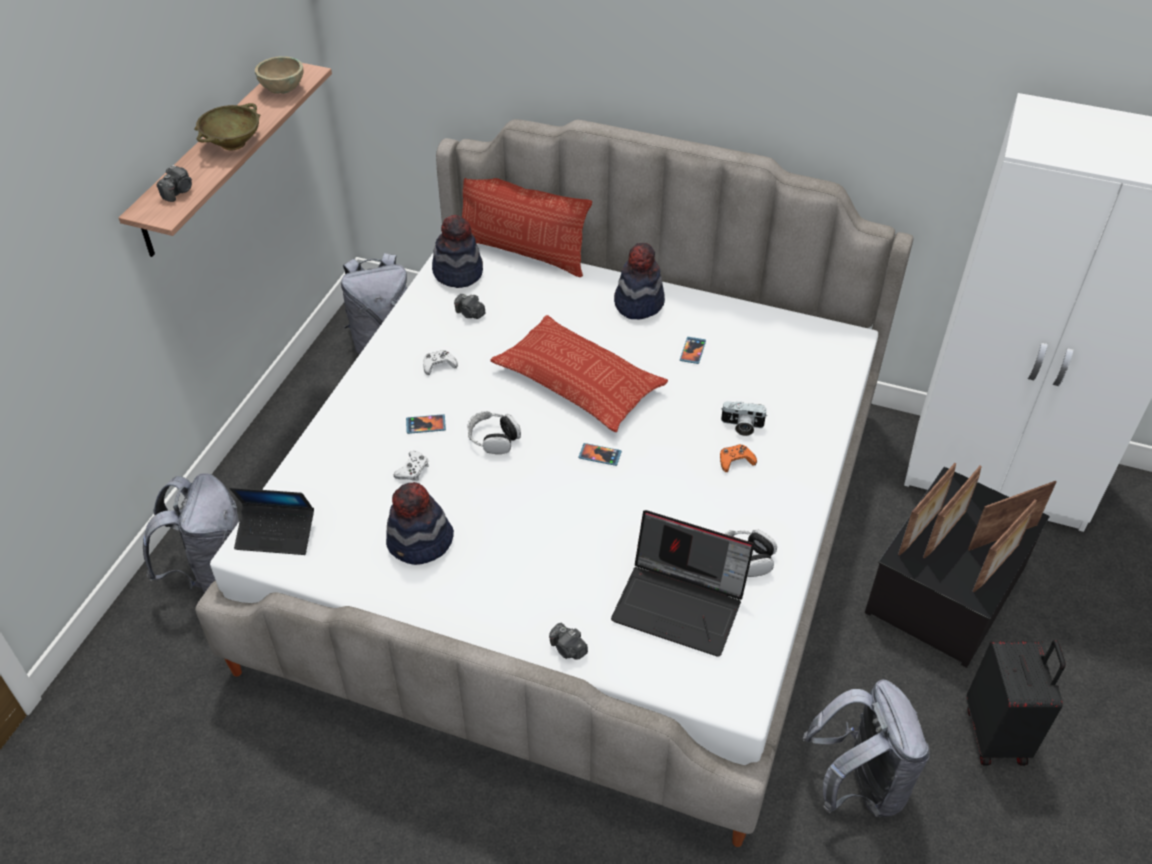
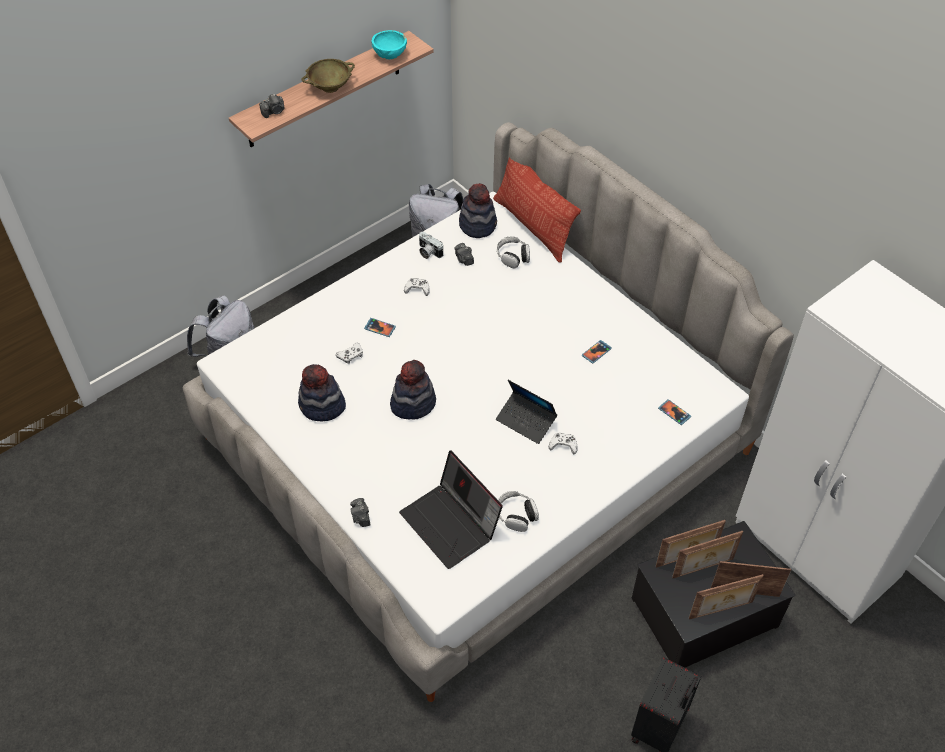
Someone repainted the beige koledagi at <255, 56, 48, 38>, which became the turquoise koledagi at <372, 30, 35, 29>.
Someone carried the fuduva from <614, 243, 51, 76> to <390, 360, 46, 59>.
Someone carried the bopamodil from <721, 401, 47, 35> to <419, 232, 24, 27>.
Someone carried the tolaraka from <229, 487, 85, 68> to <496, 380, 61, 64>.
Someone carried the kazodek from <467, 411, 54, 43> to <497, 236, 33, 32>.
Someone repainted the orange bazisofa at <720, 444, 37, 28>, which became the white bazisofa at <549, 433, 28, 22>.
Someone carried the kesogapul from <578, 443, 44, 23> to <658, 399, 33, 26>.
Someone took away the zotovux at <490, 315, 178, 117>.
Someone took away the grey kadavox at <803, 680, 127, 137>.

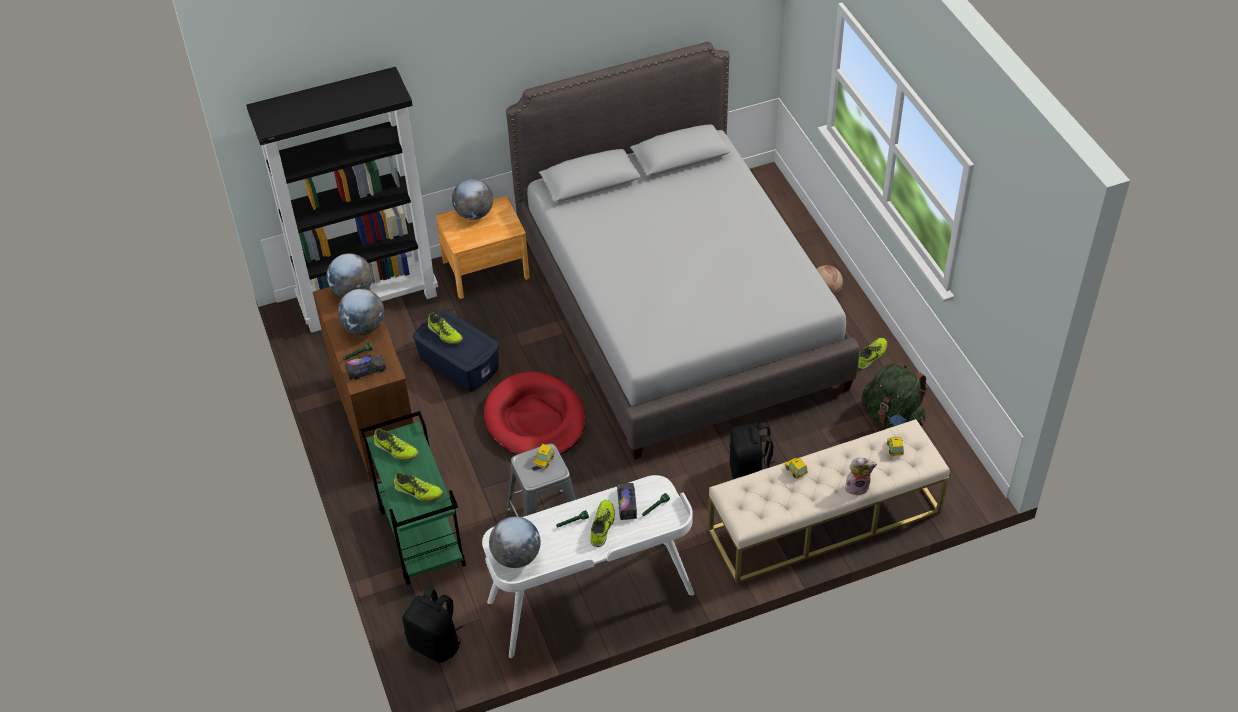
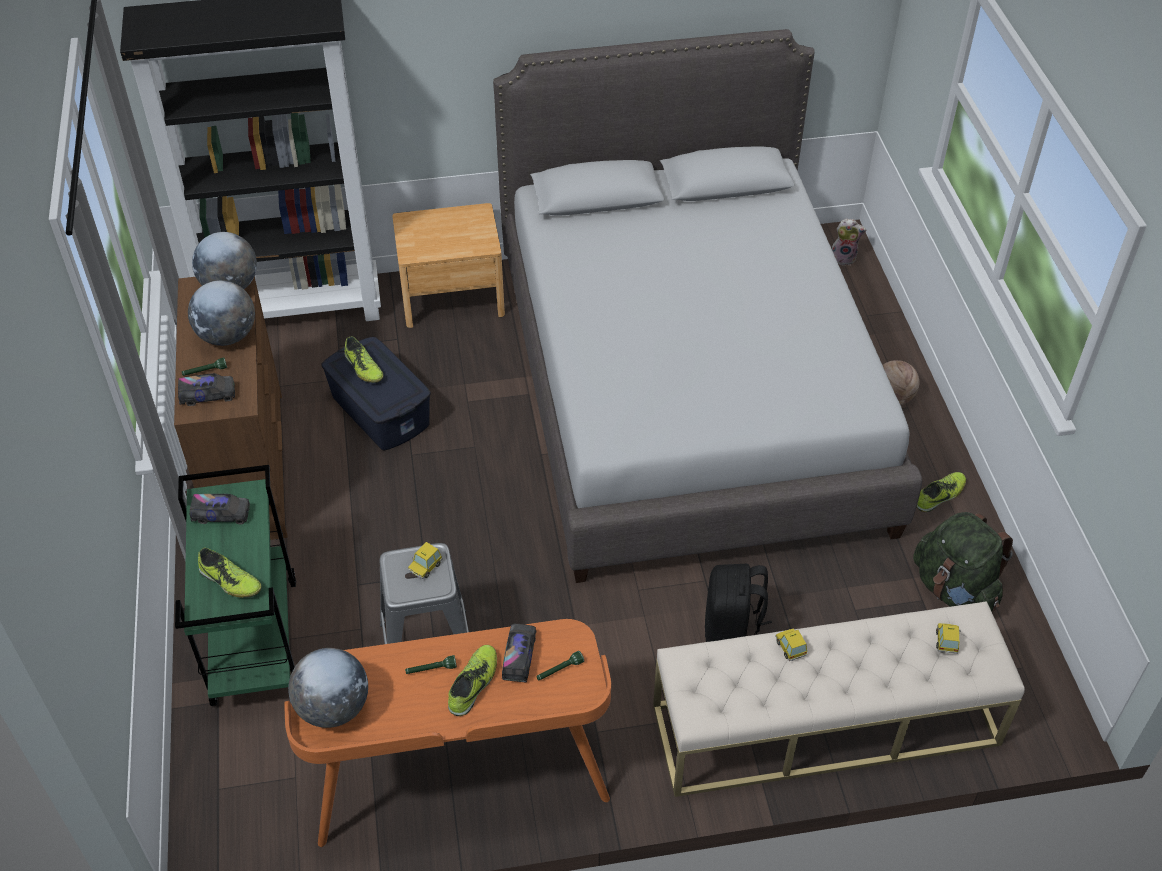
Someone swapped the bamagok at <374, 428, 45, 32> for the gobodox at <190, 494, 60, 30>.
Someone repainted the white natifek at <482, 475, 212, 183>, which became the orange natifek at <284, 619, 327, 228>.
Someone carried the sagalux from <845, 457, 32, 38> to <832, 219, 34, 46>.
Someone took away the black kadavox at <402, 586, 61, 77>.
Someone took away the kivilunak at <452, 179, 41, 41>.
Someone took away the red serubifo at <484, 371, 101, 84>.

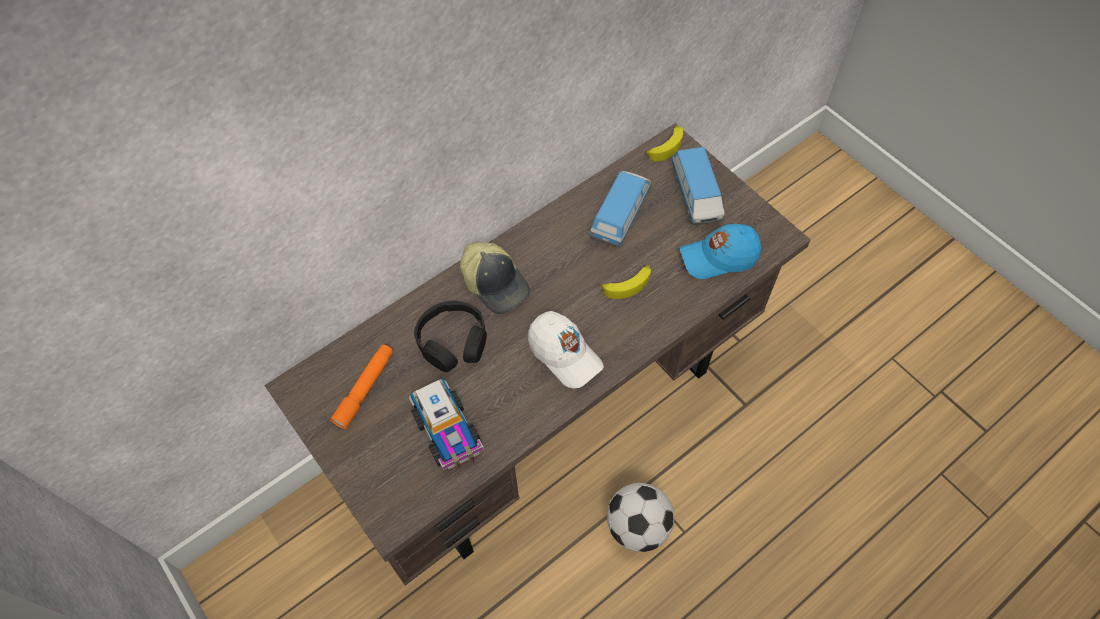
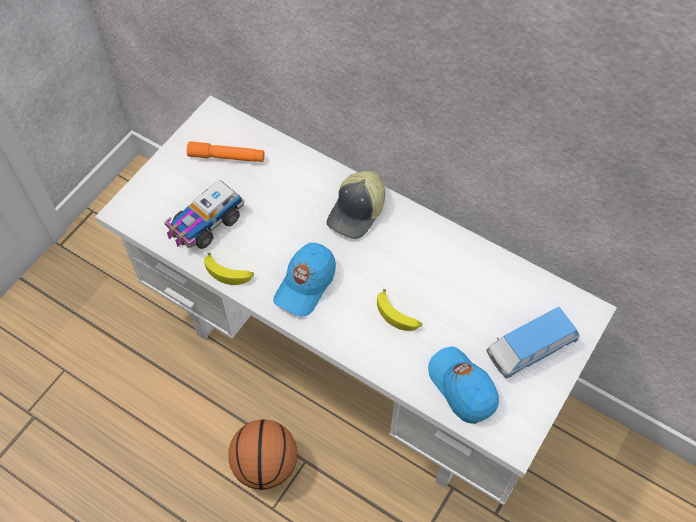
Someone repainted the brown natifek at <264, 123, 547, 463>, which became the white natifek at <95, 95, 522, 410>.
Someone carried the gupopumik from <644, 125, 39, 37> to <204, 253, 50, 32>.
Someone swapped the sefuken at <607, 483, 67, 69> for the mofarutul at <228, 419, 70, 71>.
Someone repainted the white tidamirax at <528, 311, 76, 78>, which became the blue tidamirax at <273, 243, 63, 73>.
Someone took away the black kazodek at <414, 301, 73, 71>.
Someone took away the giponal at <590, 171, 62, 77>.

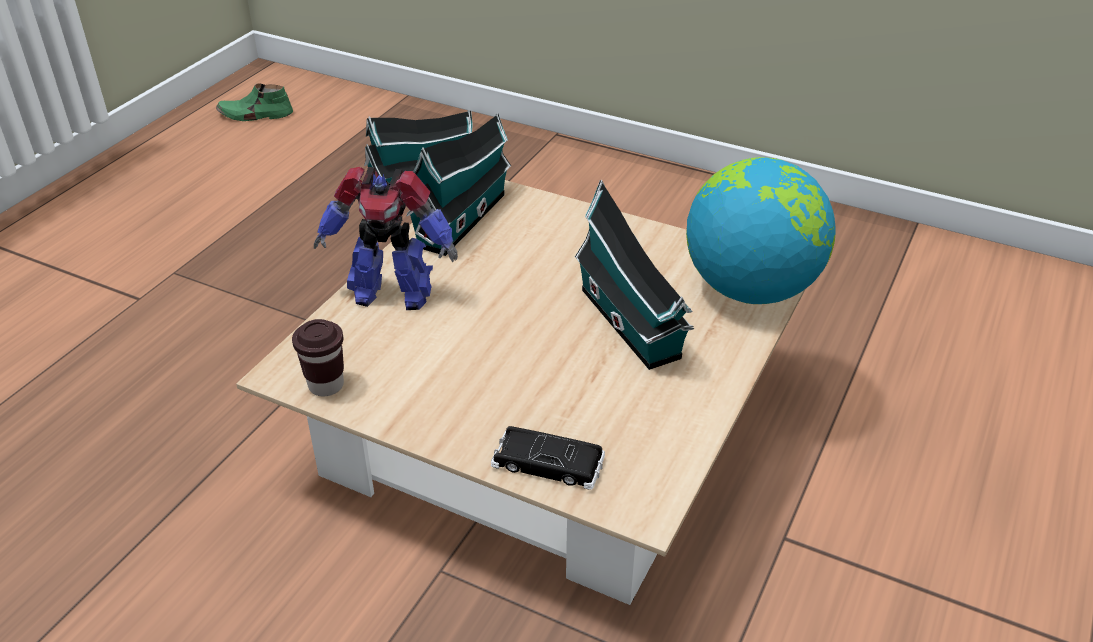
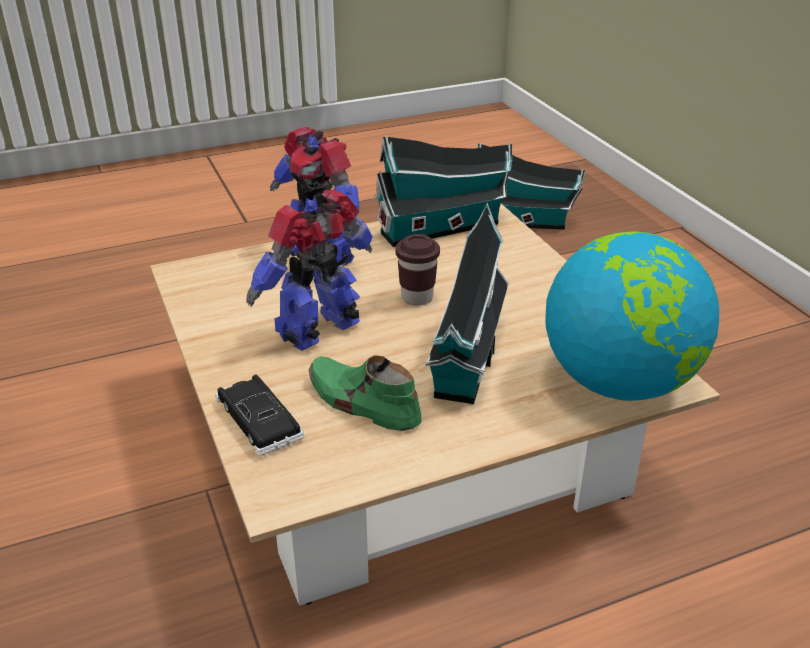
Someone put down the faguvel at <246, 190, 127, 161>.
Someone carried the green bamagok from <216, 83, 77, 38> to <308, 355, 114, 76>.
Someone carried the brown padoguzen from <292, 319, 52, 77> to <395, 234, 45, 72>.

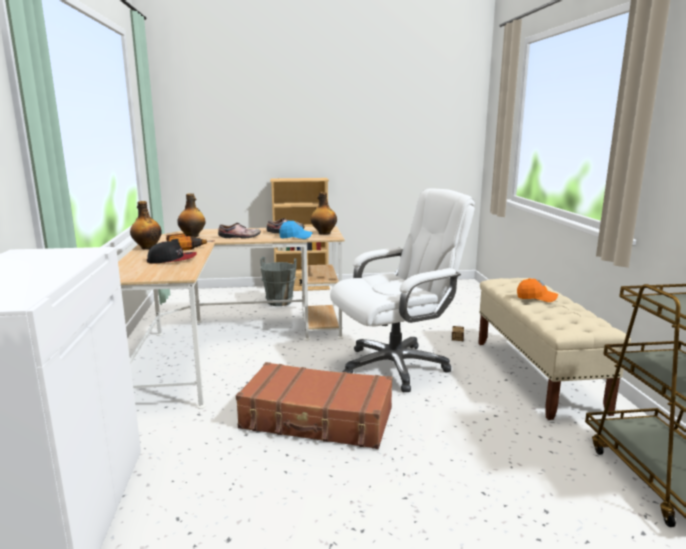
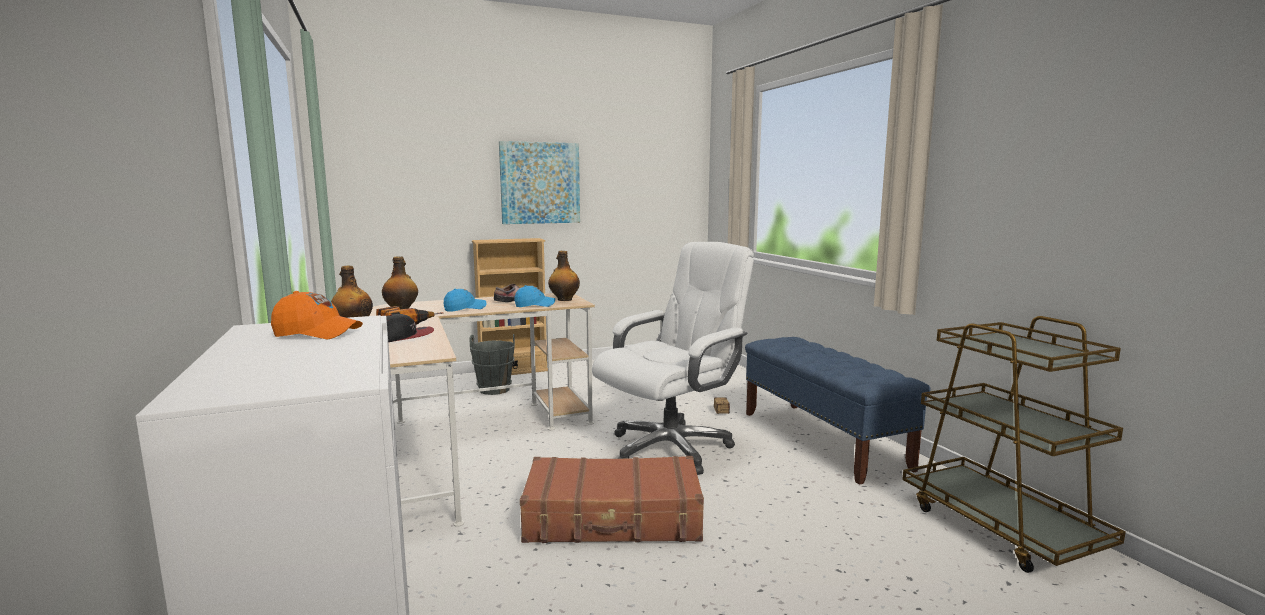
Someone carried the orange tidamirax from <517, 278, 41, 24> to <271, 291, 92, 48>.
Someone swapped the bamagok at <218, 223, 43, 16> for the blue tidamirax at <444, 289, 43, 23>.
Someone put up the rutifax at <499, 141, 81, 83>.
Someone repainted the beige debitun at <478, 278, 153, 142>, which became the blue debitun at <745, 337, 186, 148>.

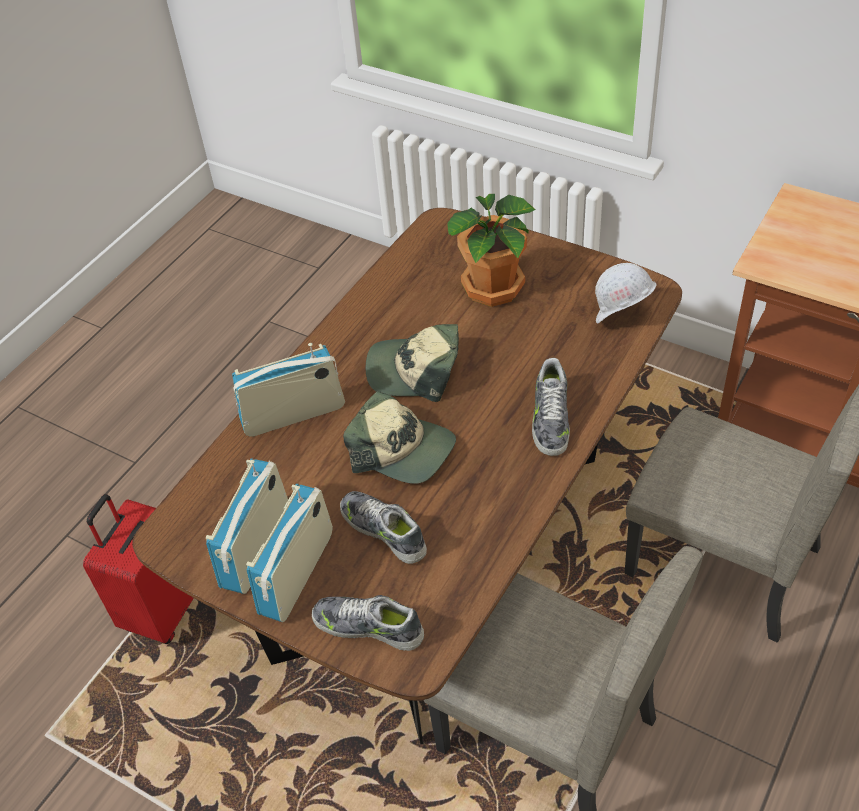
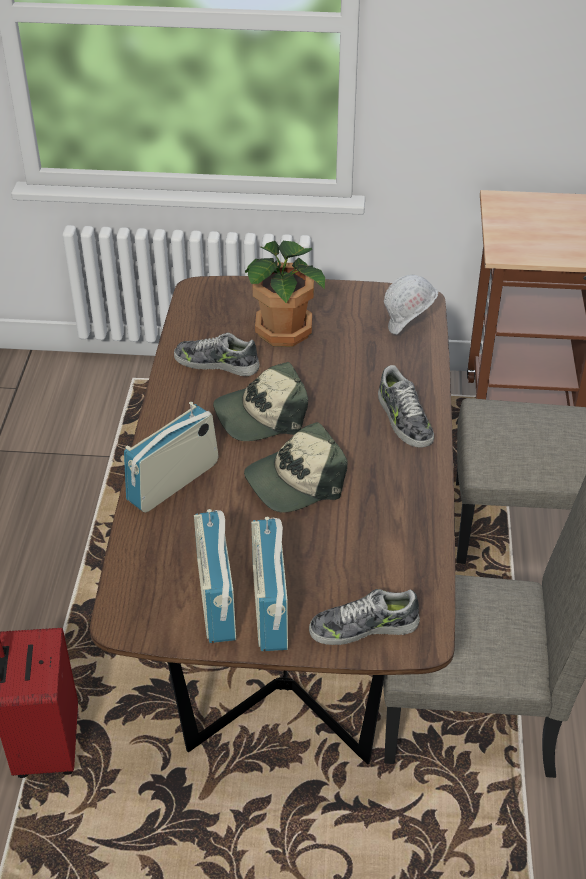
Someone carried the bamagok from <340, 491, 87, 73> to <174, 333, 85, 43>.
Someone rotated the tidamirax at <343, 391, 113, 93> by 150 degrees clockwise.

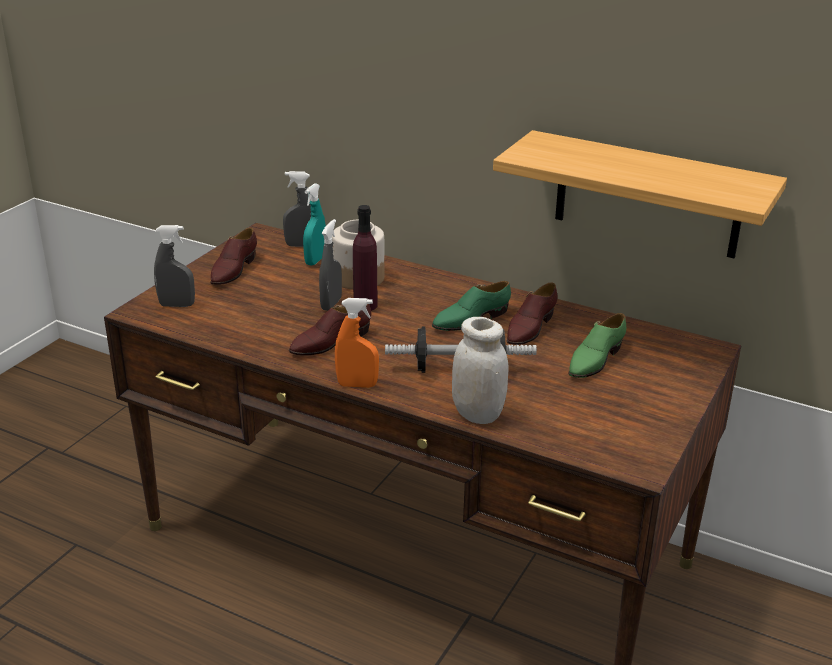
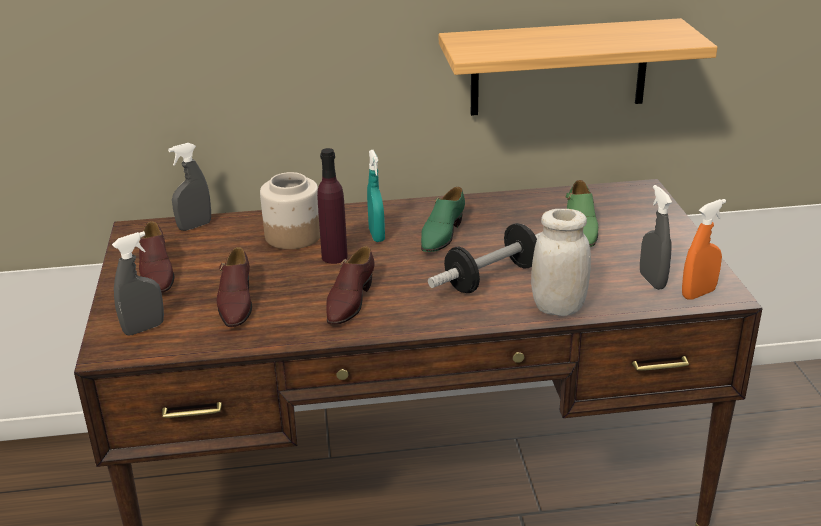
Someone carried the brown bamagok from <507, 282, 50, 63> to <217, 247, 35, 80>.
Someone carried the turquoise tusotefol from <303, 183, 23, 83> to <367, 150, 18, 92>.
Someone carried the grey tusotefol from <319, 219, 23, 92> to <640, 185, 32, 105>.
Someone carried the orange tusotefol from <335, 298, 44, 90> to <682, 199, 44, 101>.

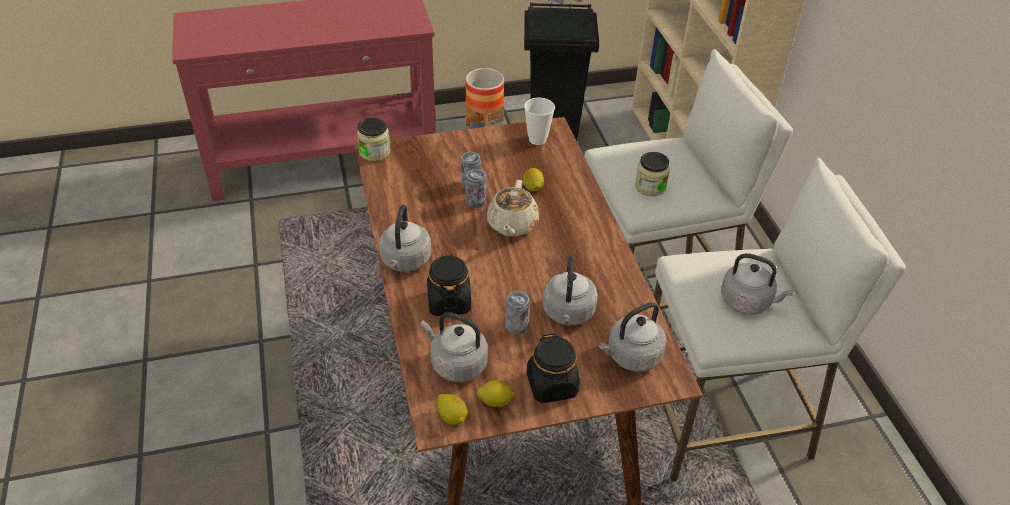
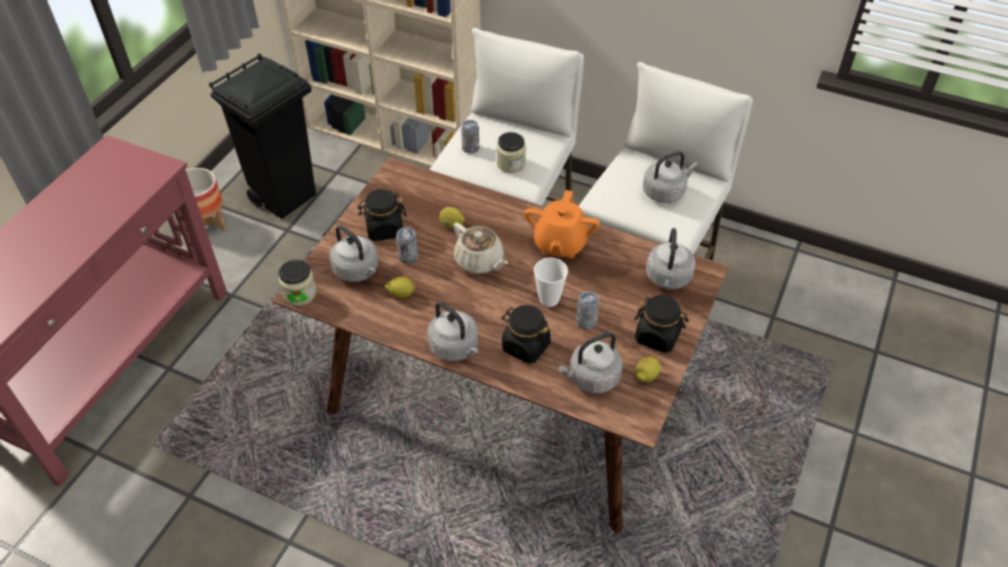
Someone carried the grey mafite from <543, 255, 55, 70> to <330, 225, 48, 57>.
Someone put down the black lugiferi at <358, 189, 49, 52>.
Someone carried the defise from <438, 394, 29, 31> to <385, 277, 30, 21>.
Someone carried the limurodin from <466, 169, 21, 39> to <461, 120, 18, 34>.
Someone put down the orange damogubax at <524, 190, 76, 68>.
Someone carried the padoguzen from <524, 98, 31, 47> to <534, 258, 34, 49>.

